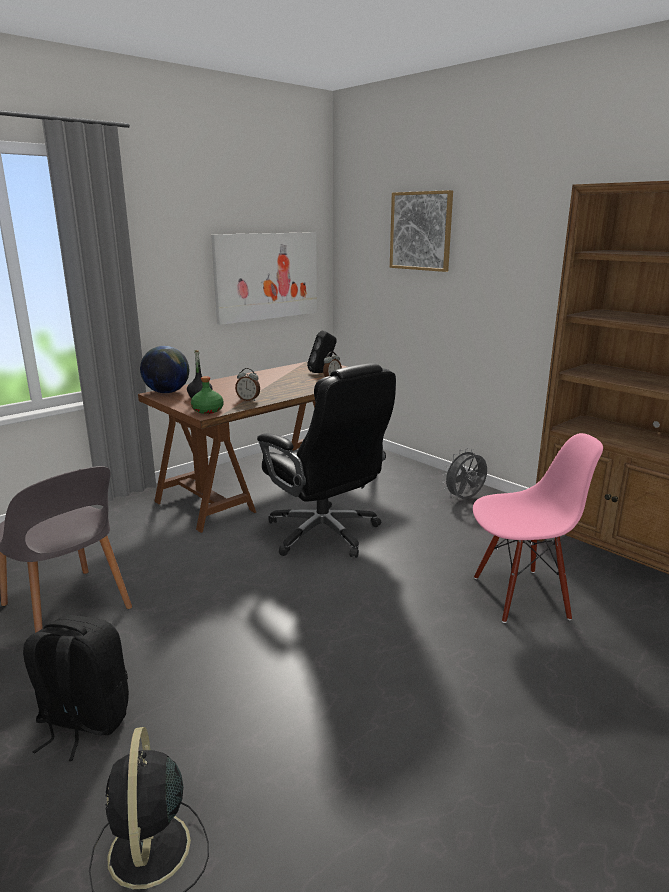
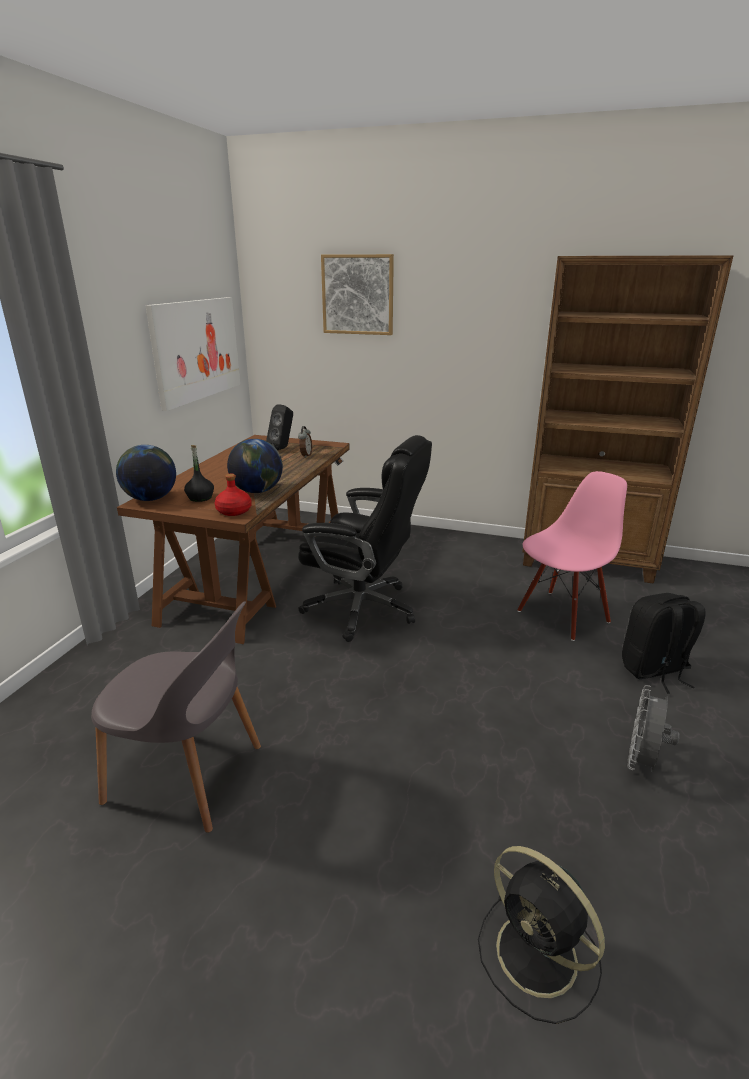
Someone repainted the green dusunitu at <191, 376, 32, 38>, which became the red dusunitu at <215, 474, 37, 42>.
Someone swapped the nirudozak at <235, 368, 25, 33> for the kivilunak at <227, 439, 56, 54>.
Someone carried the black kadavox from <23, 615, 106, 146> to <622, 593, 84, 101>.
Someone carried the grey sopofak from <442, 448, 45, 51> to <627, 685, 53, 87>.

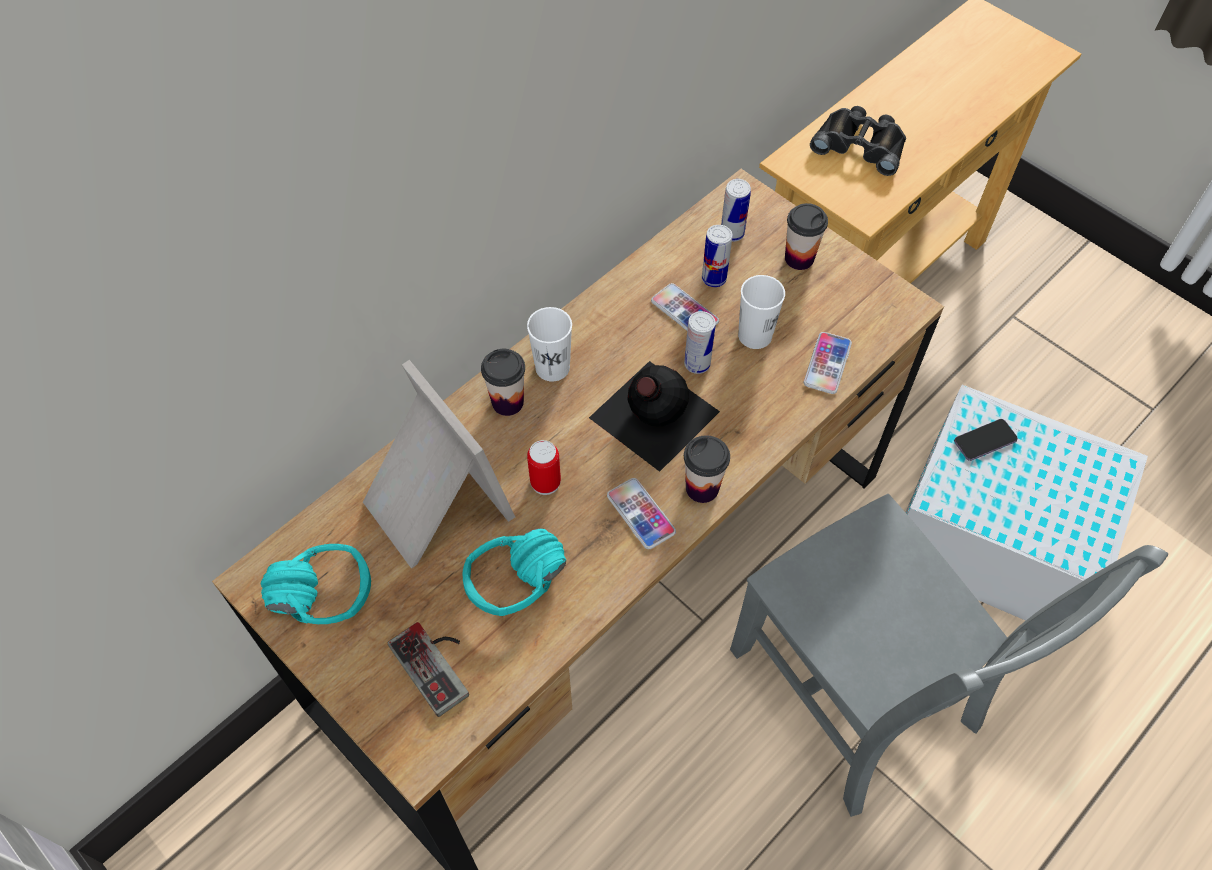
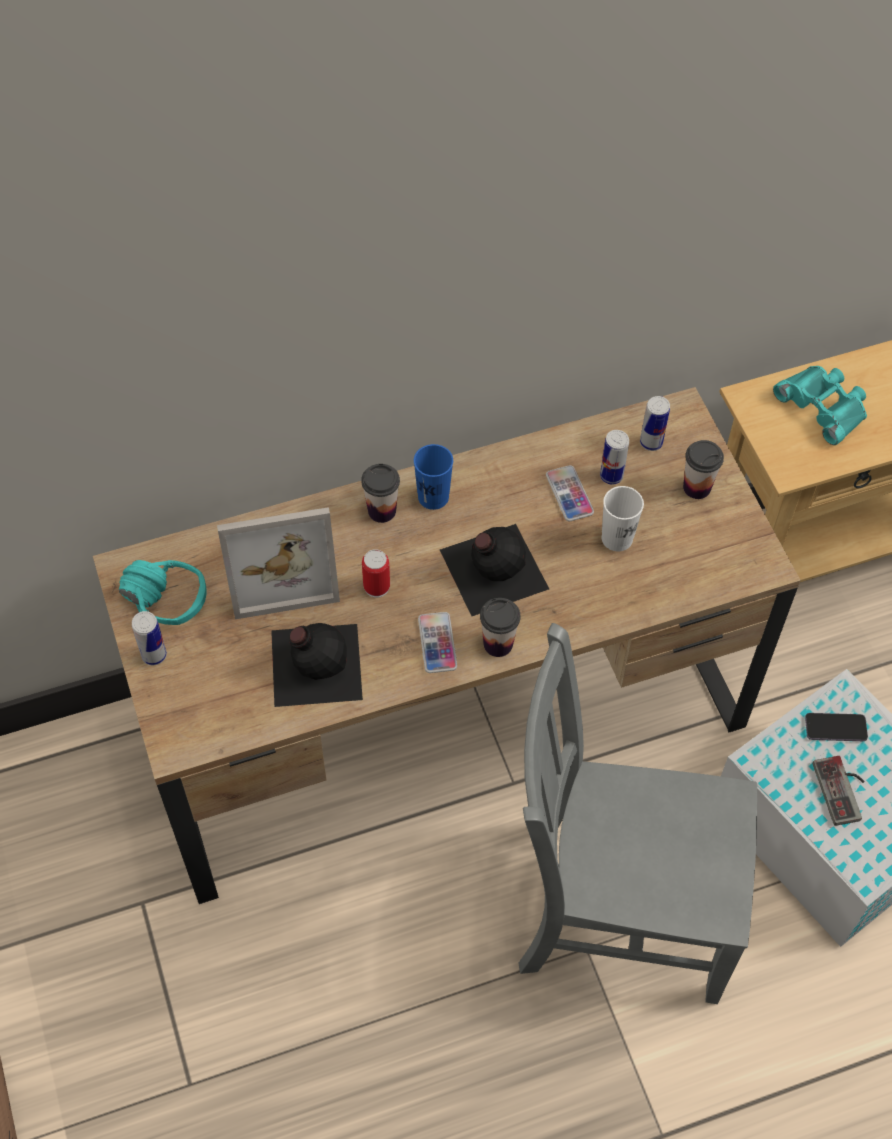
Someone carried the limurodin from <684, 311, 32, 63> to <132, 611, 35, 54>.
Someone rotated the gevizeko at <363, 360, 152, 208> by 90 degrees clockwise.
Someone swapped the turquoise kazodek at <463, 528, 103, 88> for the black dusunitu at <271, 623, 92, 84>.
Someone repainted the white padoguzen at <527, 307, 45, 74>, which became the blue padoguzen at <414, 444, 39, 66>.
Someone rotated the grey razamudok at <730, 494, 438, 323> by 105 degrees clockwise.
Someone repainted the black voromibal at <810, 106, 96, 70>, which became the turquoise voromibal at <773, 366, 94, 79>.
Someone carried the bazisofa from <387, 622, 82, 95> to <813, 756, 52, 70>.
Someone took away the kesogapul at <804, 332, 48, 62>.

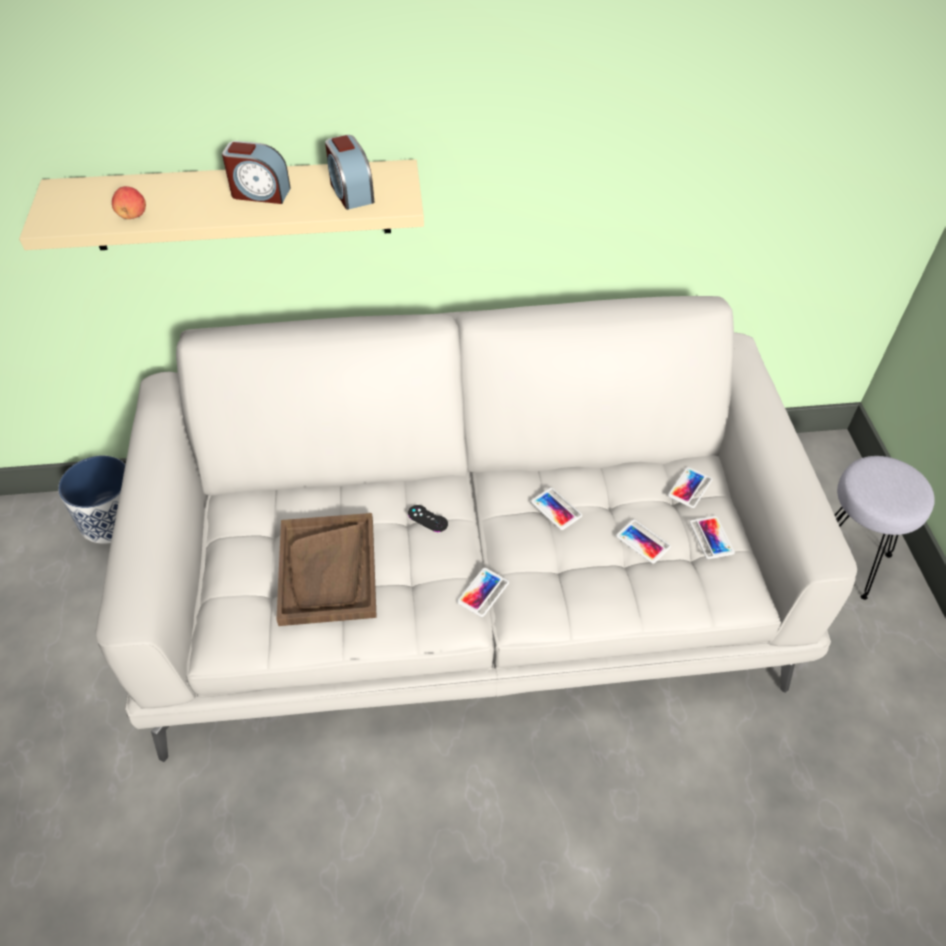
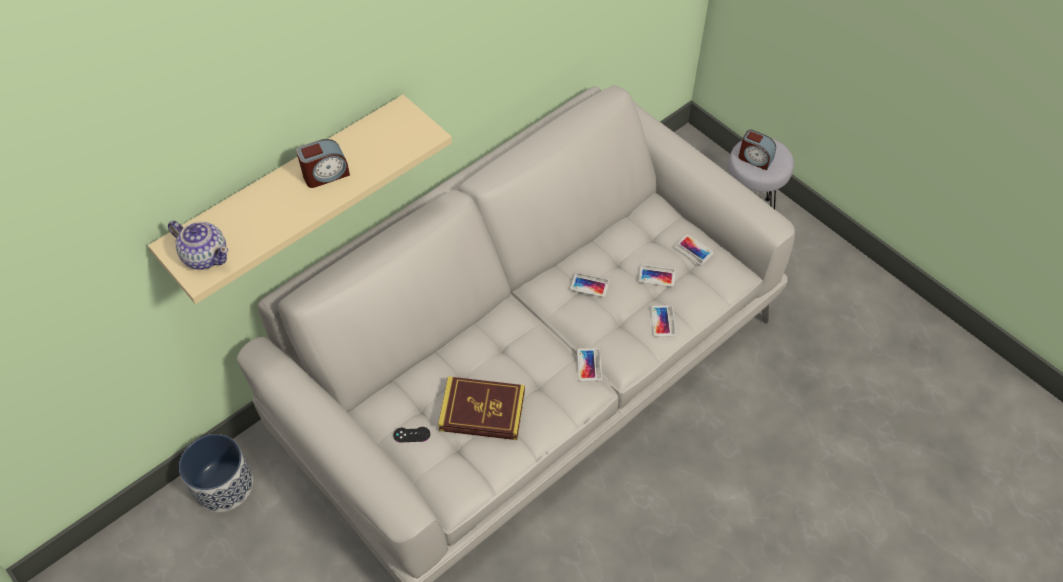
Someone put down the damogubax at <168, 221, 60, 49>.
Someone carried the black bazisofa from <408, 505, 40, 27> to <393, 427, 37, 15>.
Someone swapped the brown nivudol at <276, 513, 101, 113> for the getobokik at <438, 376, 87, 64>.
Someone carried the kesogapul from <668, 467, 45, 41> to <650, 305, 27, 32>.
Someone carried the nirudozak from <325, 135, 49, 75> to <739, 130, 37, 41>.
Someone took away the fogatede at <112, 186, 34, 33>.

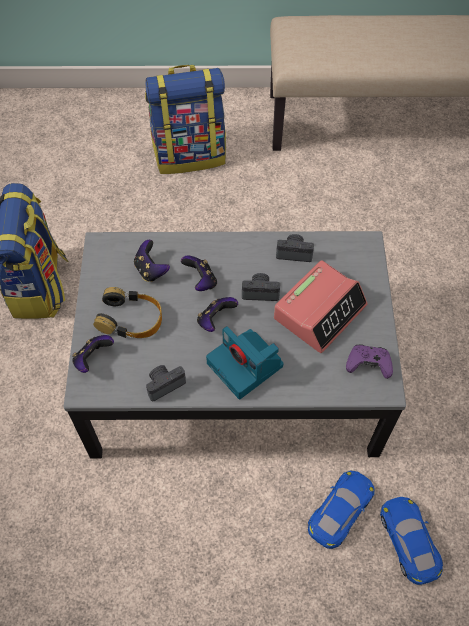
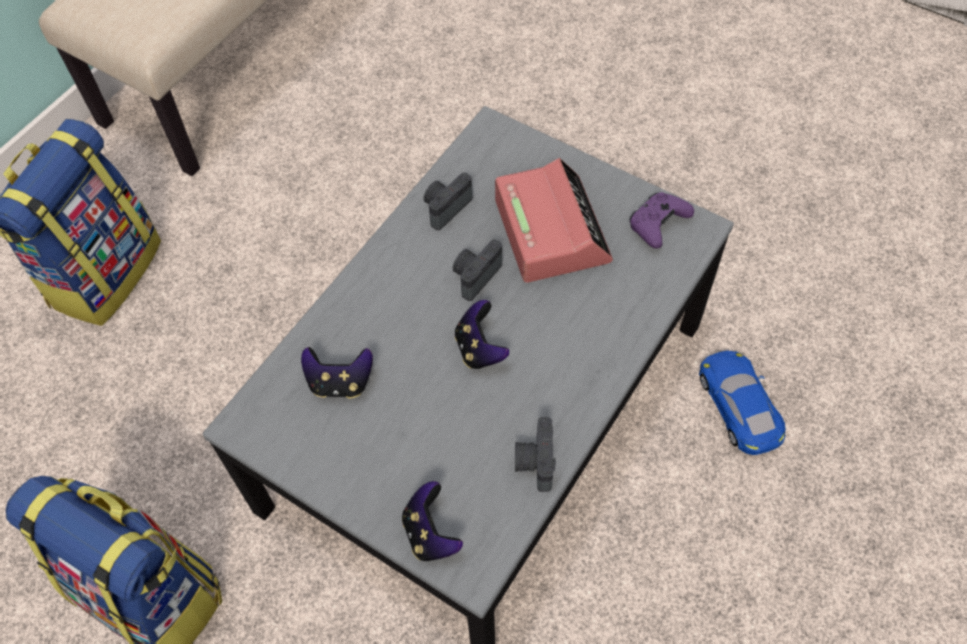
Someone took away the kazodek at <93, 287, 69, 51>.
Someone took away the bazisofa at <181, 256, 36, 35>.
Someone took away the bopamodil at <206, 326, 77, 73>.
Someone took away the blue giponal at <380, 497, 63, 88>.

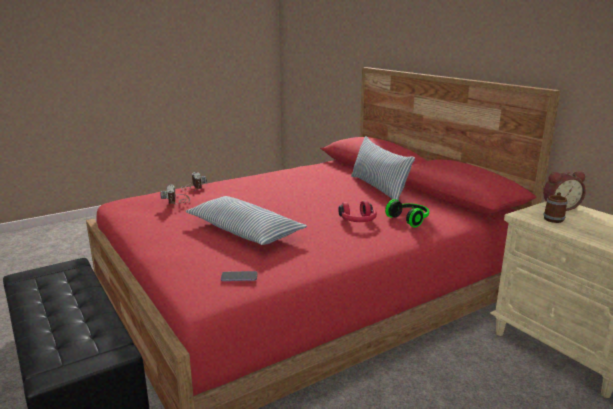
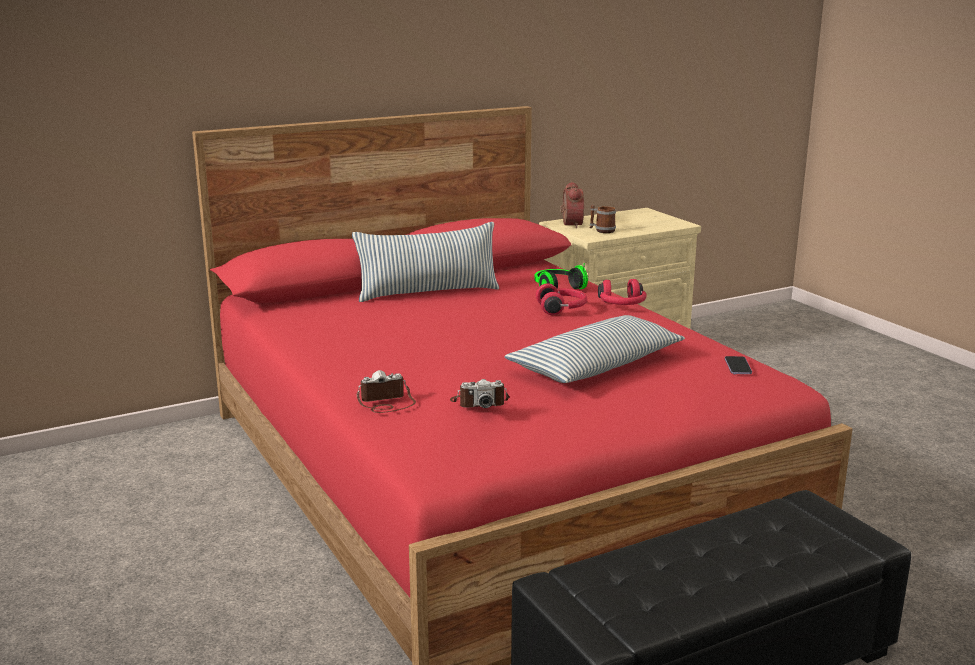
Someone put down the red kazodek at <598, 279, 49, 26>.

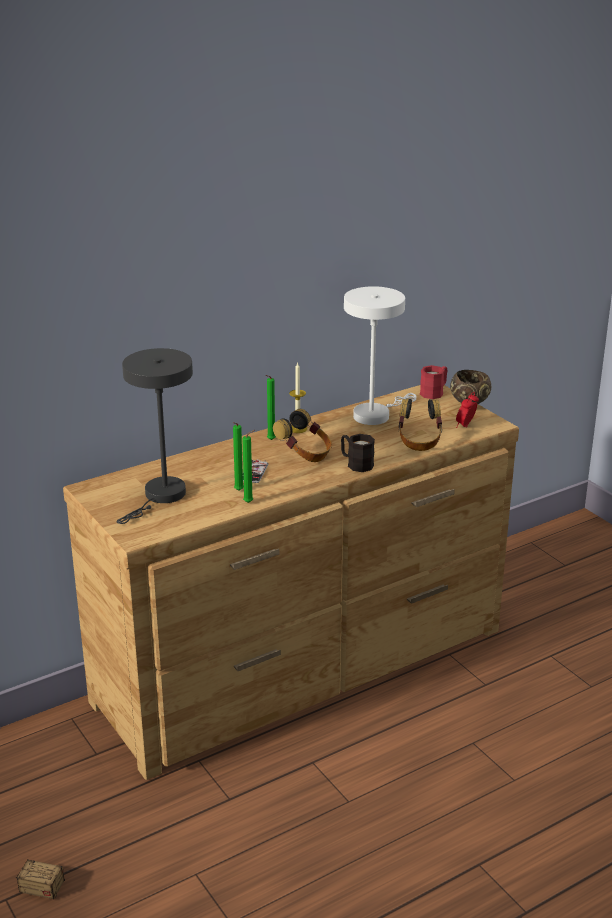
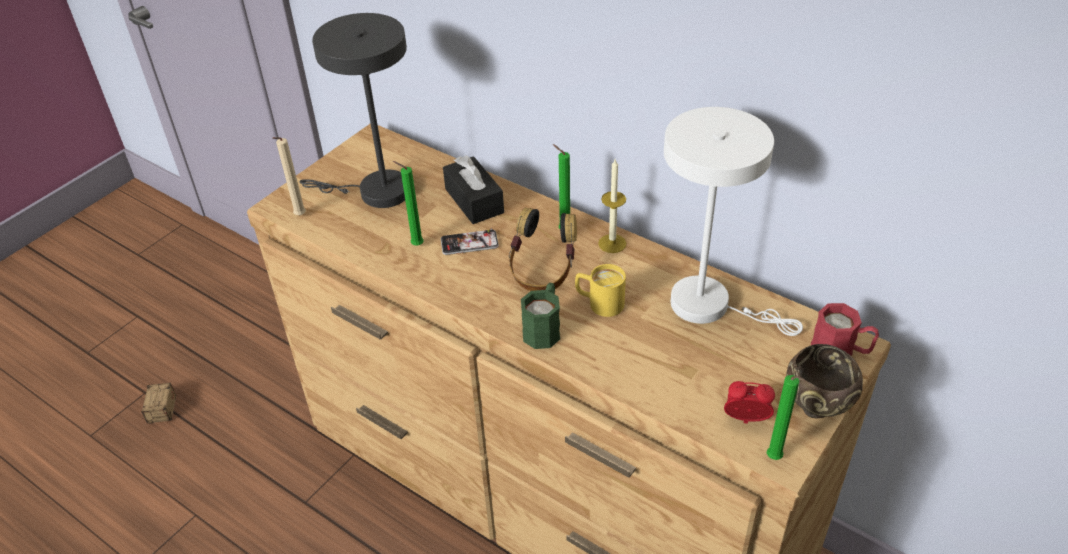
Someone put down the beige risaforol at <272, 137, 34, 78>.
Someone put down the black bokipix at <443, 156, 61, 68>.
Someone repainted the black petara at <341, 434, 34, 38>, which became the green petara at <521, 283, 39, 66>.
Someone put down the yellow petara at <575, 264, 51, 53>.
Someone carried the green risaforol from <242, 430, 13, 73> to <767, 375, 38, 85>.
Someone took away the kazodek at <399, 399, 43, 52>.

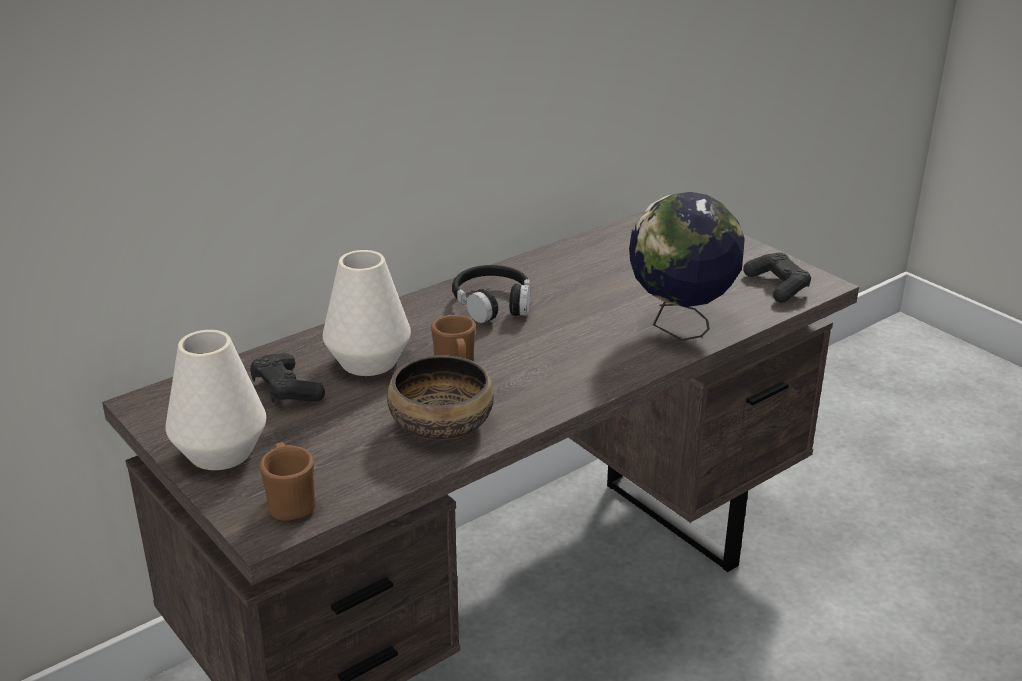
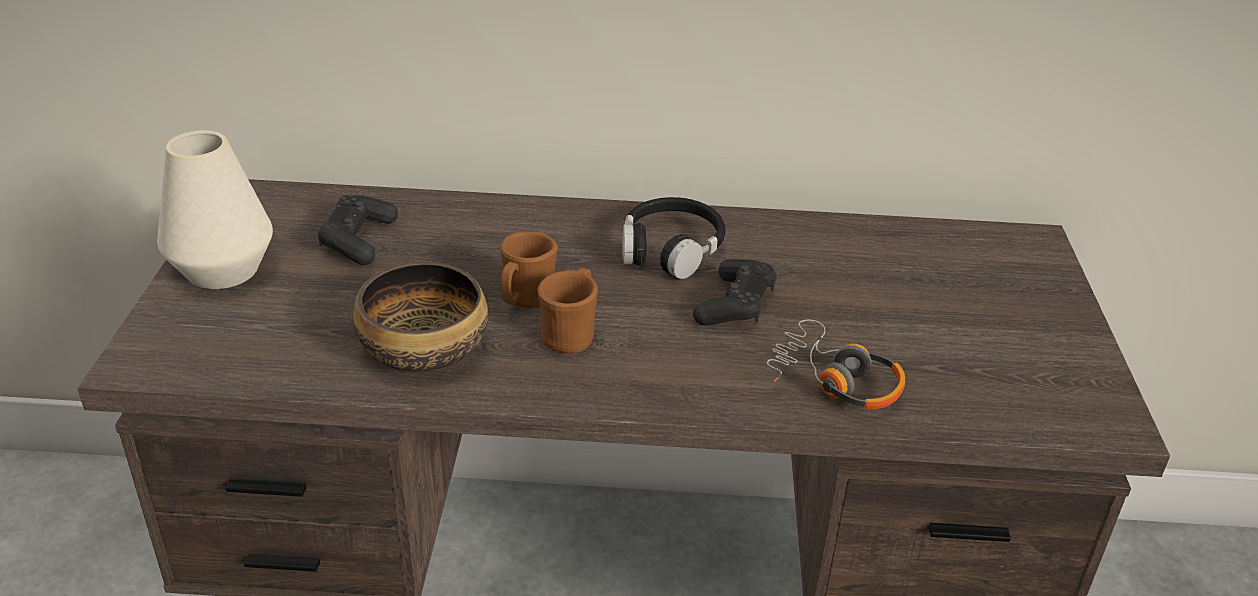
Someone carried the brown petara from <260, 442, 56, 79> to <537, 268, 61, 86>.
Someone carried the black bazisofa from <743, 253, 68, 50> to <693, 259, 84, 67>.
Someone swapped the kivilunak at <629, 192, 116, 149> for the kazodek at <767, 320, 138, 89>.
Someone took away the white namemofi at <323, 250, 88, 126>.

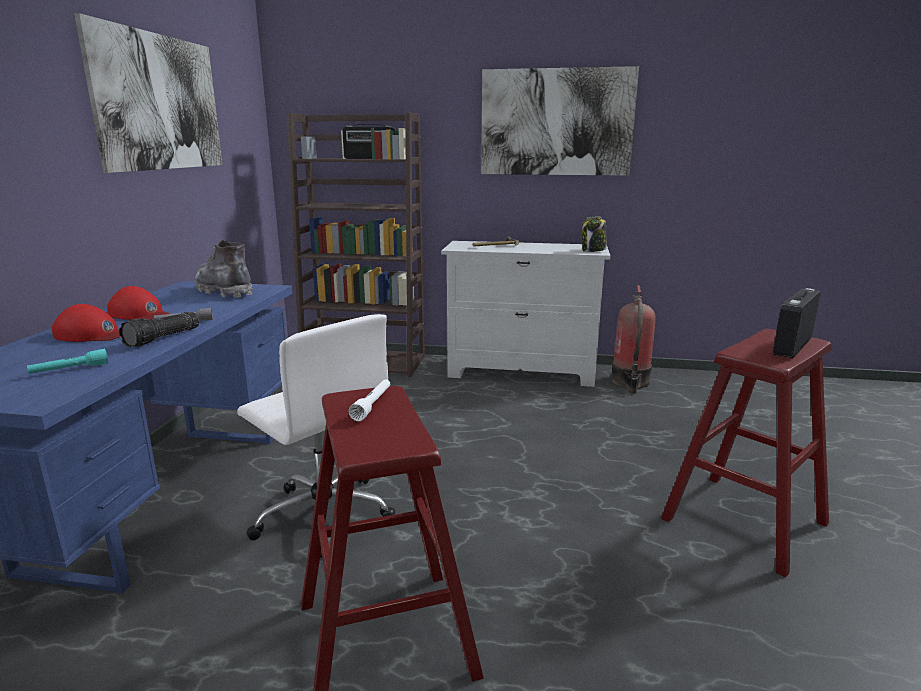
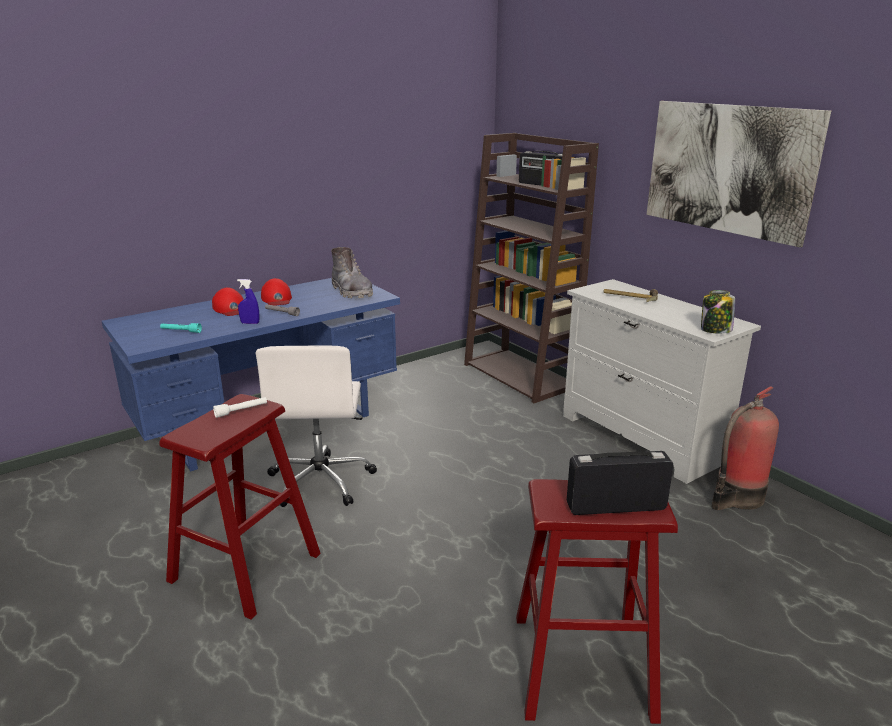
Someone swapped the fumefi at <119, 312, 80, 35> for the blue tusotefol at <237, 279, 23, 45>.
Someone rotated the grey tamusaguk at <195, 240, 58, 58> by 150 degrees clockwise.
Someone took away the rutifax at <74, 13, 149, 160>.

